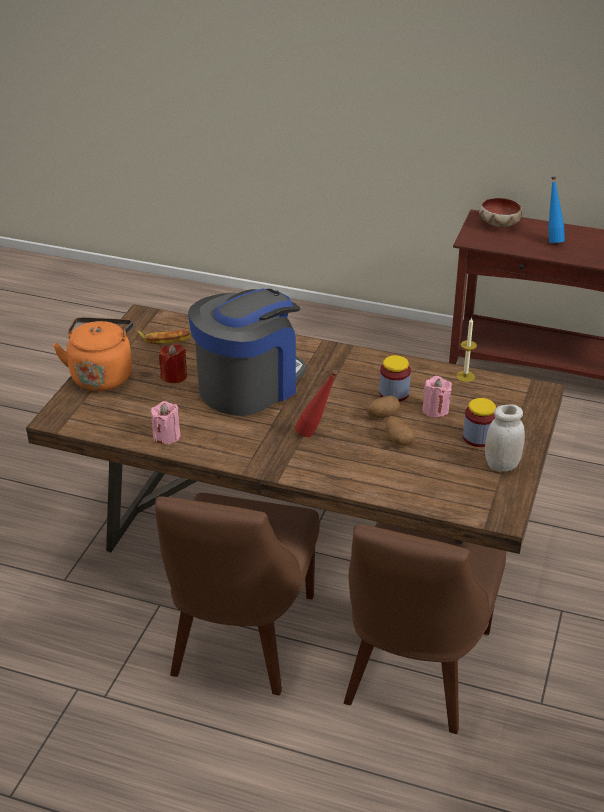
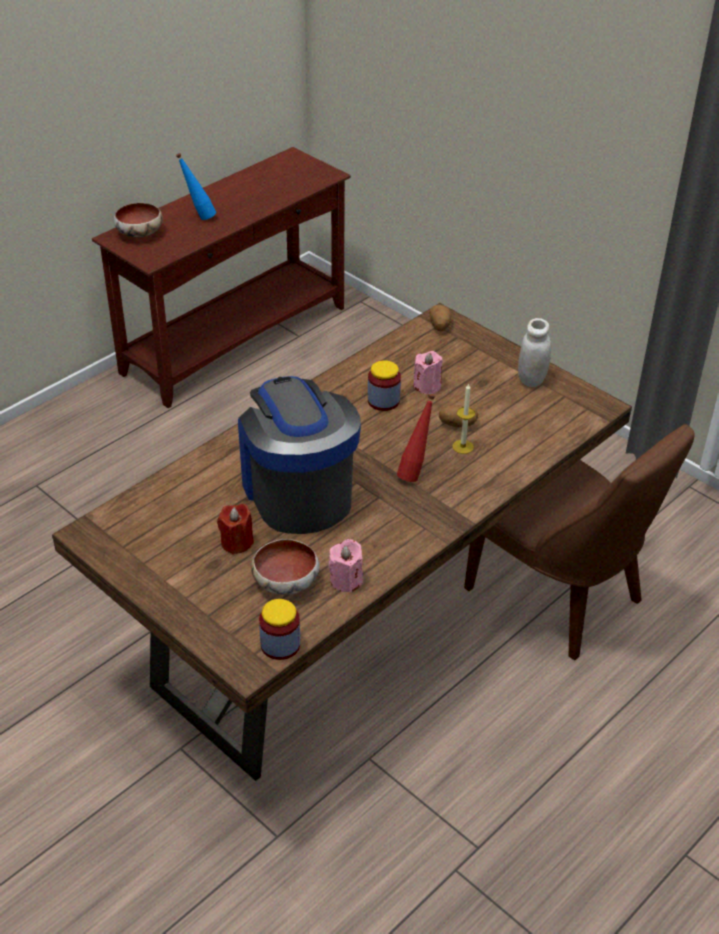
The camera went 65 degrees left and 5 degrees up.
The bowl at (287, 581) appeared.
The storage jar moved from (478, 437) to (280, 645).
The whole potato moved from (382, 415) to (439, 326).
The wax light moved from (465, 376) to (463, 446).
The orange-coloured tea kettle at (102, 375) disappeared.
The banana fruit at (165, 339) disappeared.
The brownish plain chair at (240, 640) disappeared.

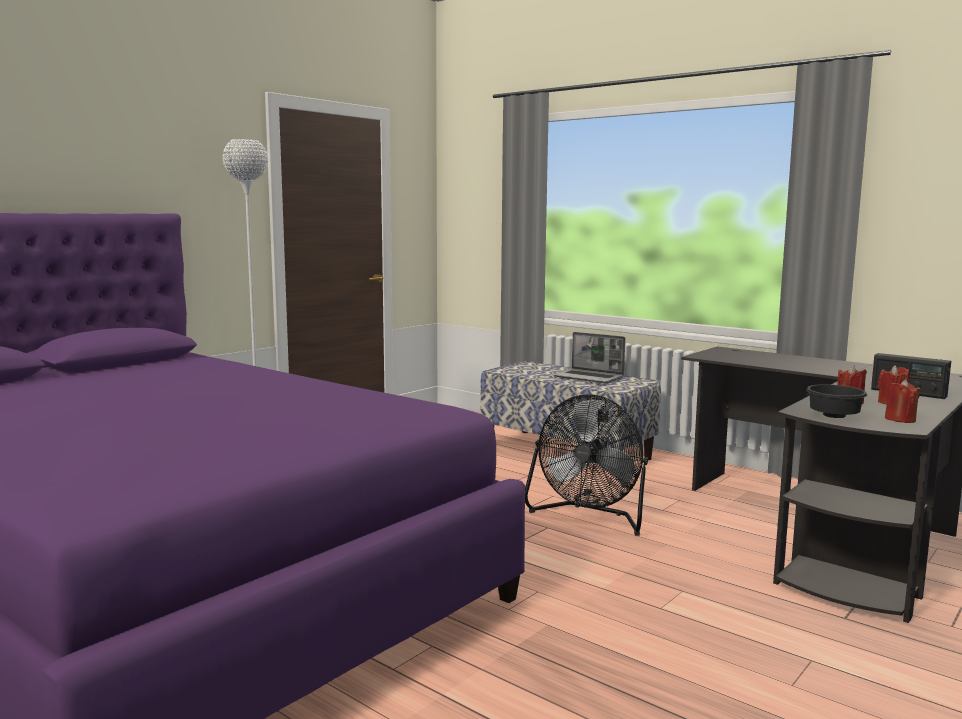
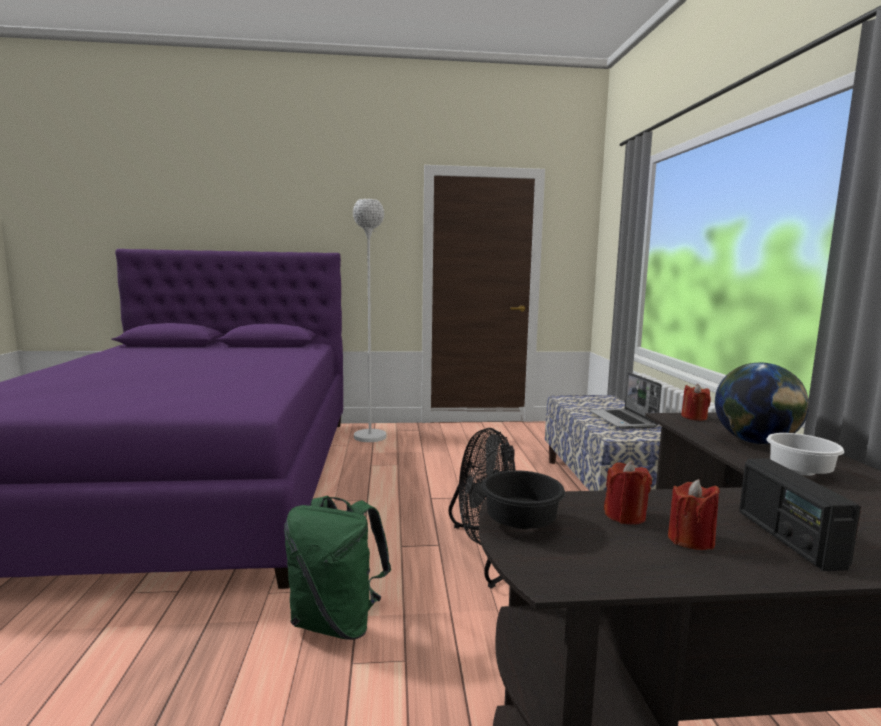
The camera went 45 degrees right and 0 degrees up.
The green-coloured knapsack at (337, 622) appeared.
The reddish wax light moved from (900, 419) to (694, 417).
The world globe at (755, 442) appeared.
The whitish bowl at (797, 472) appeared.

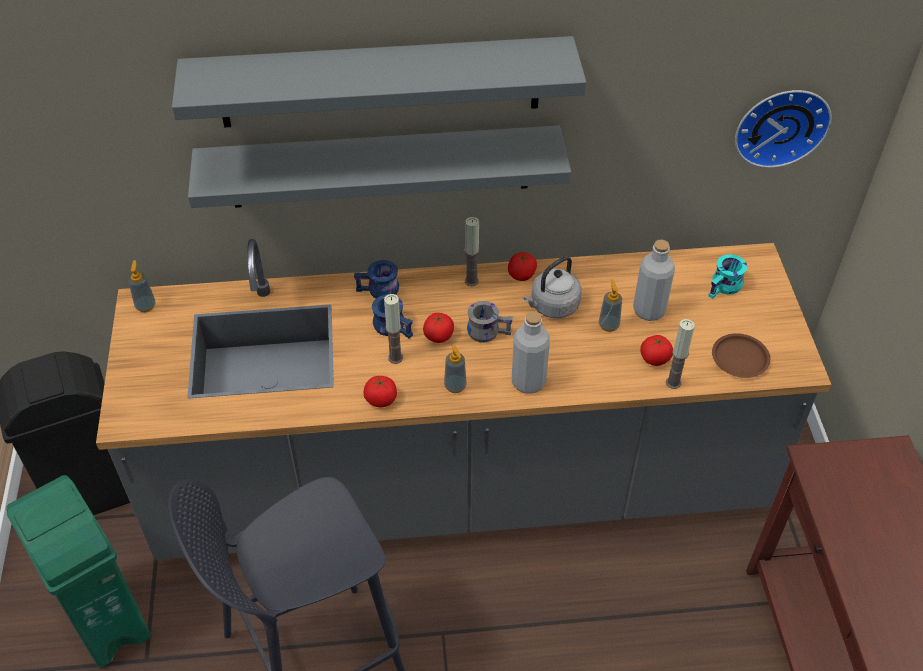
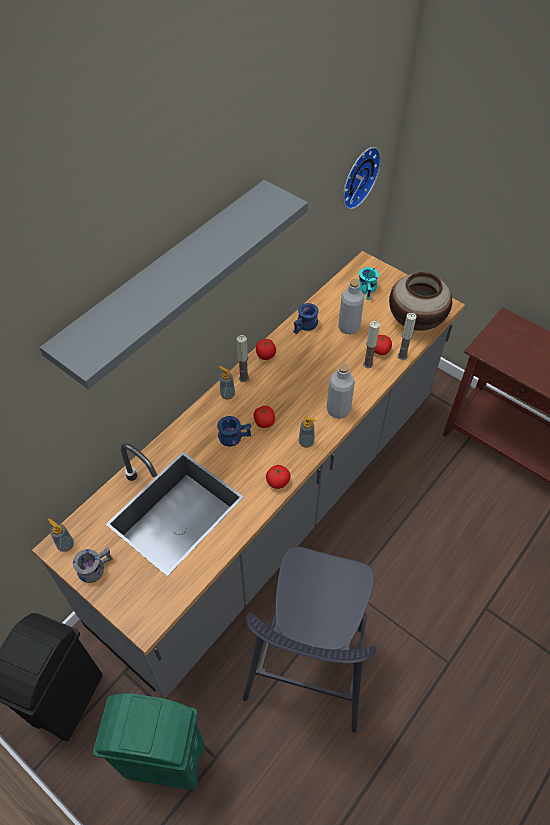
The camera went 45 degrees left and 5 degrees up.
The gray tea mug moved from (488, 330) to (94, 567).
The soap bottle moved from (608, 325) to (227, 394).
The blue tea mug moved from (378, 291) to (306, 326).
The wax light moved from (395, 357) to (368, 364).
The brownish dinner plate at (739, 358) was replaced by the flower vase at (415, 321).
The gray bracket shelf at (380, 167) disappeared.
The gray tea kettle at (552, 306) disappeared.

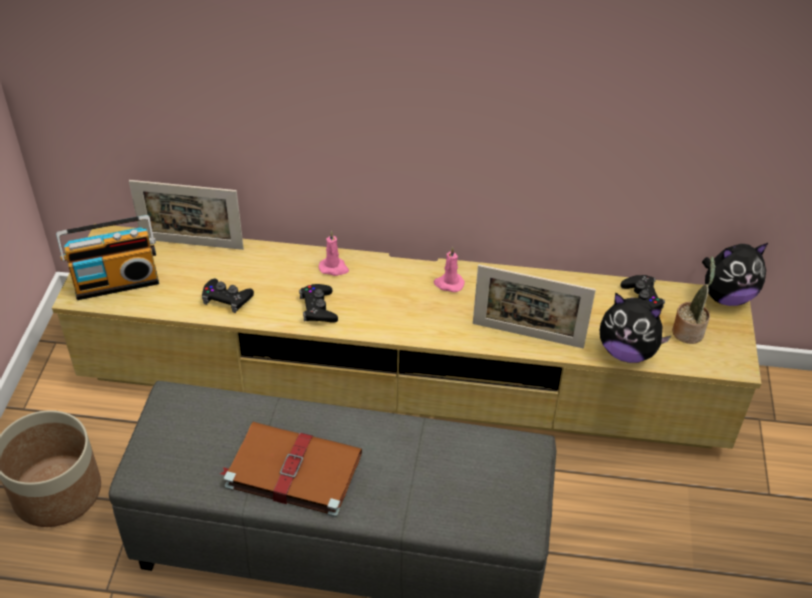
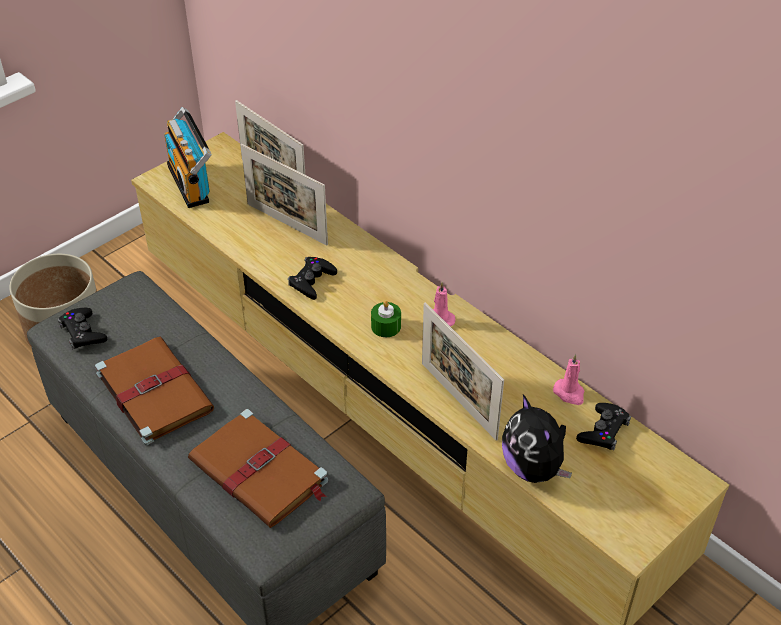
The camera went 40 degrees right and 0 degrees up.
The blackish game controller moved from (227, 299) to (83, 333).
The radio set at (116, 281) turned 45 degrees clockwise.
The brownish volume at (260, 472) appeared.
The photo frame at (287, 224) appeared.
The green-coloured wax light at (386, 326) appeared.
The pink wax light moved from (334, 268) to (569, 393).
The plant in a pot at (688, 330) disappeared.
The cuddly toy at (726, 296) disappeared.

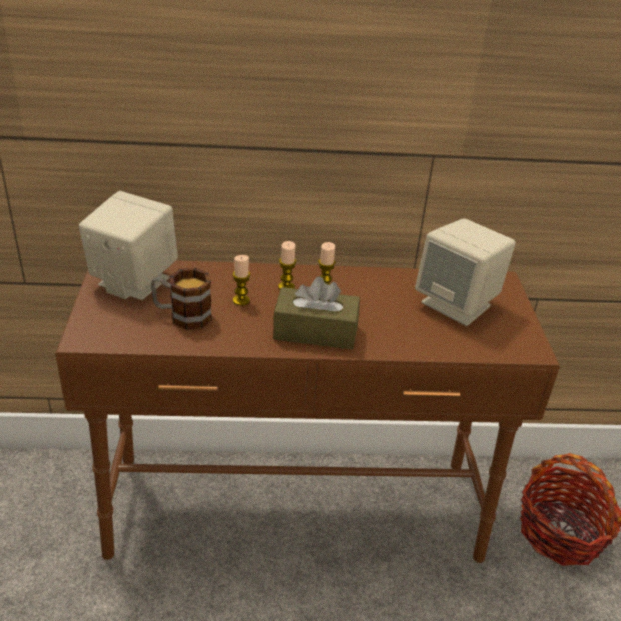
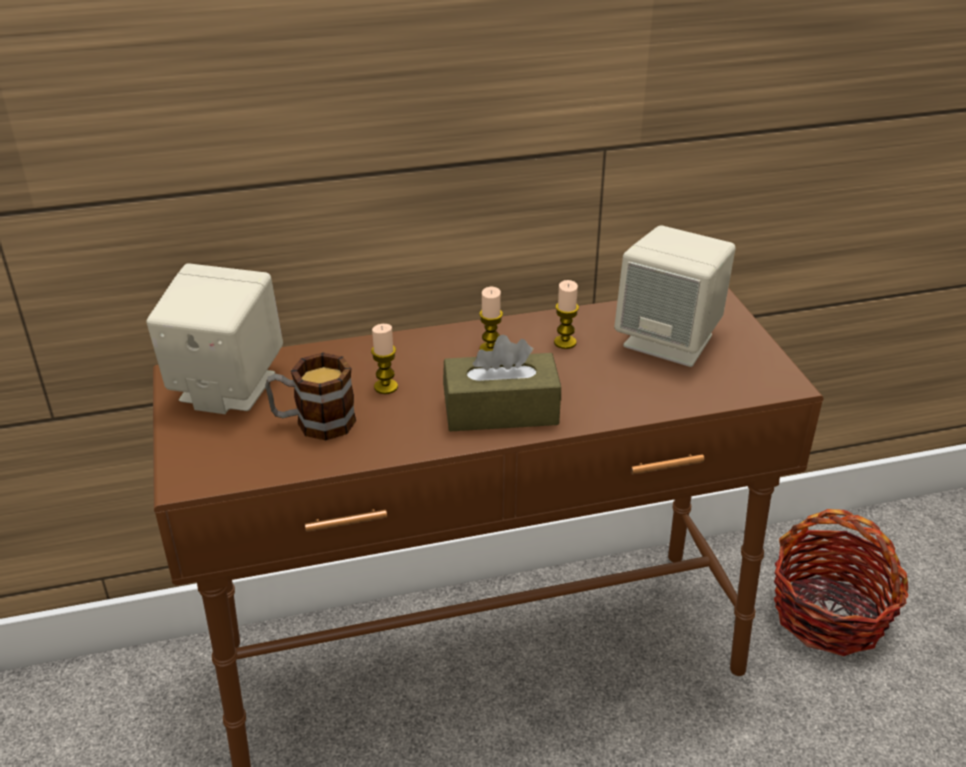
The camera went 10 degrees left and 0 degrees up.
The wax light moved from (286, 287) to (565, 342).

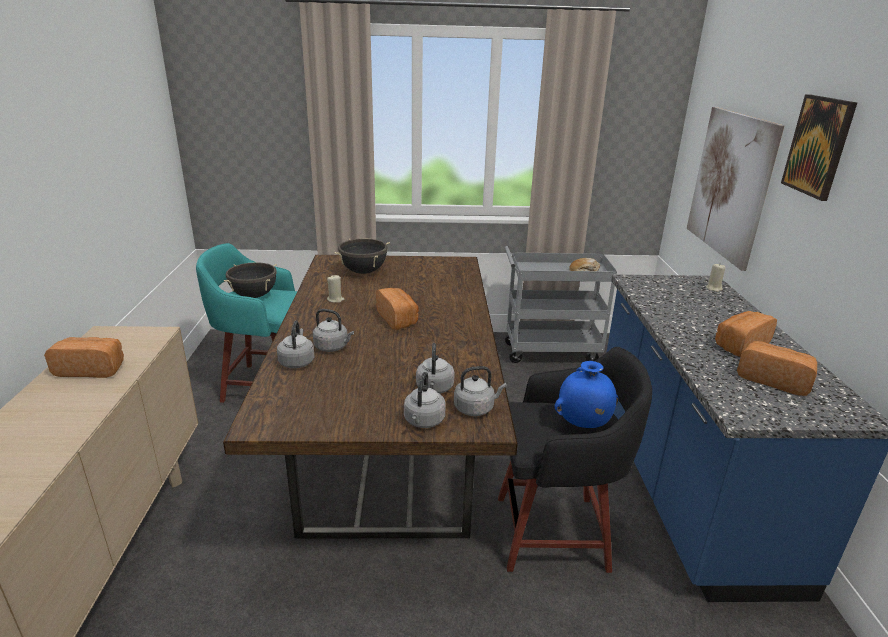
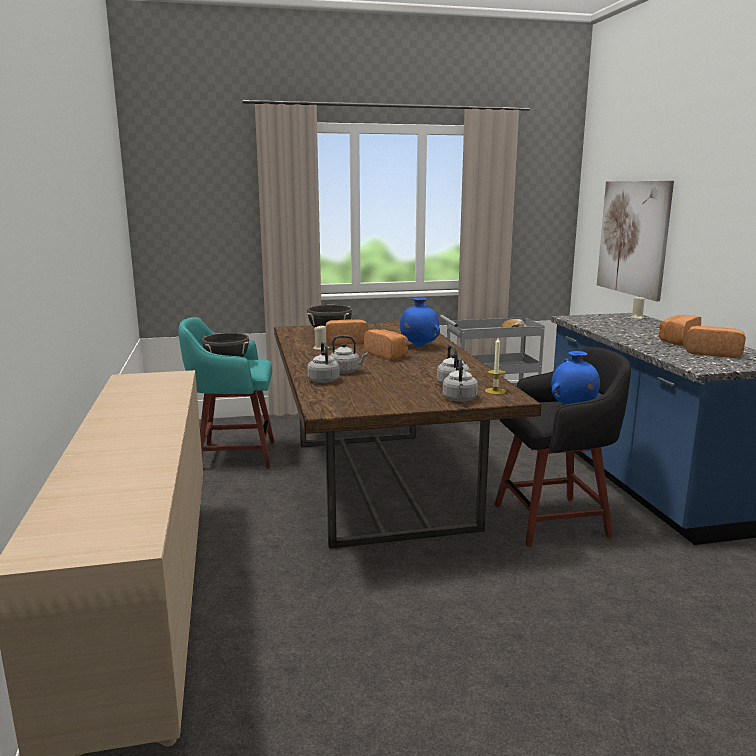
The camera went 10 degrees left and 10 degrees down.
The baked bread moved from (92, 369) to (345, 341).
The blue flower vase at (418, 346) appeared.
The gray tea kettle at (476, 408) was replaced by the wax light at (495, 391).
The wall art at (818, 146) disappeared.

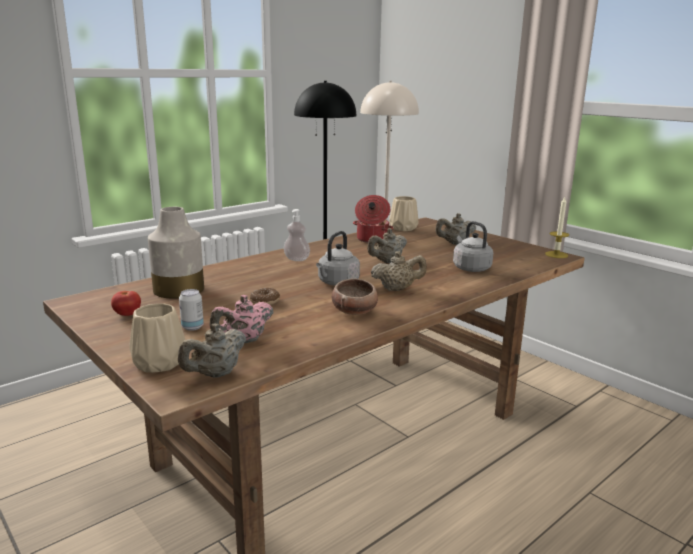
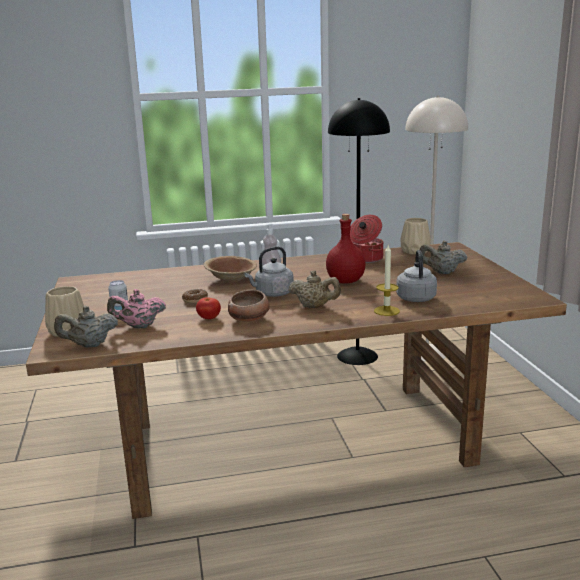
The camera went 30 degrees right and 0 degrees up.
The whole tomato moved from (127, 314) to (209, 318).
The brownish bowl at (231, 279) appeared.
The beige pot for tea at (387, 262) was replaced by the reddish beverage bottle at (345, 281).
The wax light moved from (556, 254) to (386, 311).
The beige flower vase at (178, 289) disappeared.

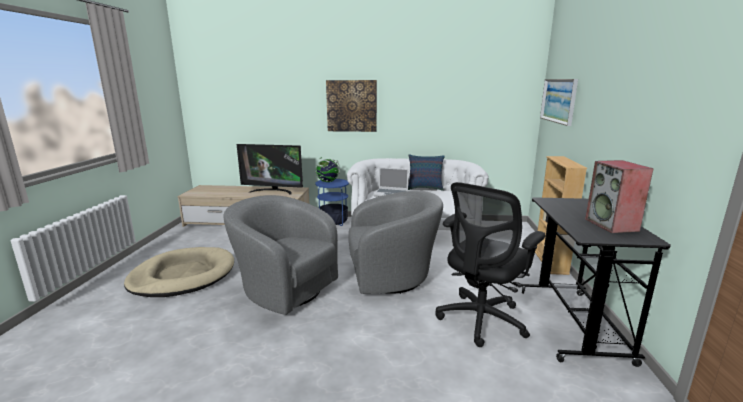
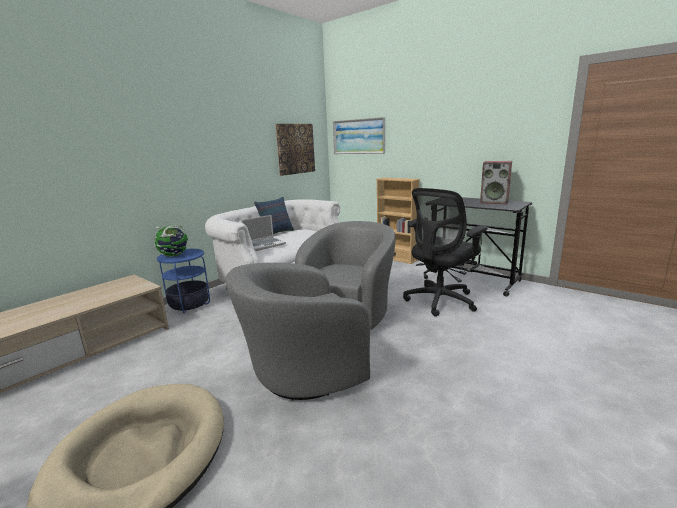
The camera went 55 degrees left and 0 degrees up.
The wall art moved from (351, 106) to (295, 149).
The blackish desk chair at (483, 316) turned 60 degrees clockwise.
The TV at (273, 191) disappeared.

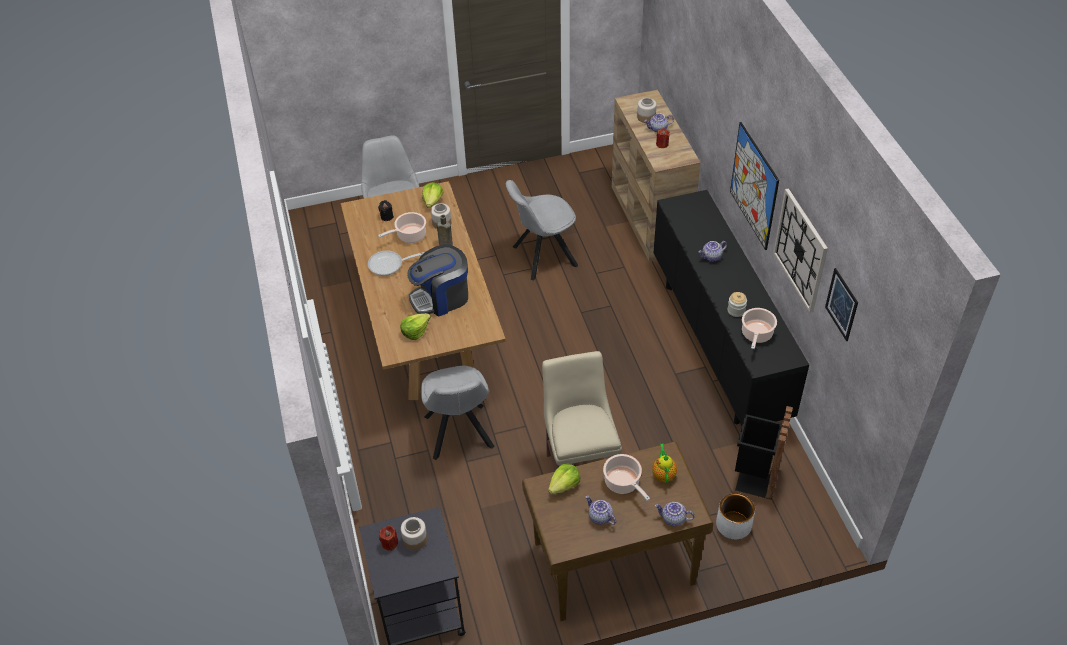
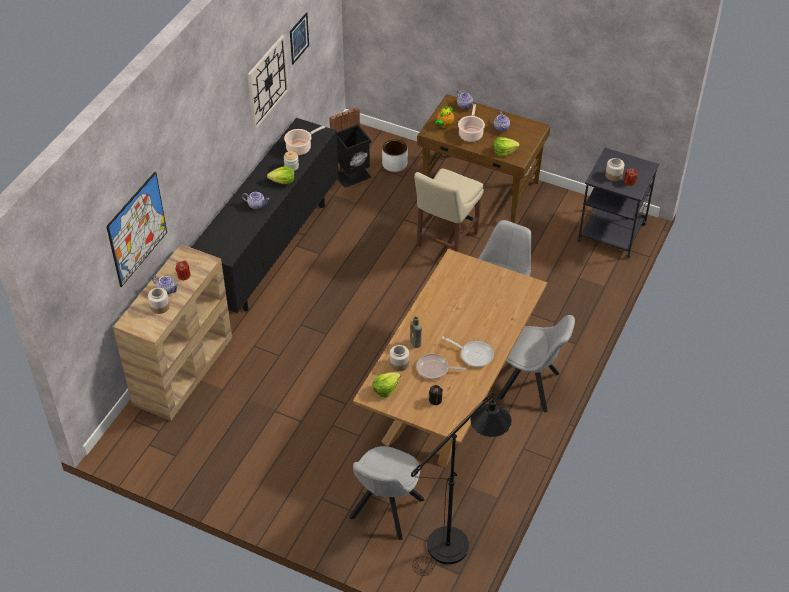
The camera went 140 degrees left and 0 degrees up.
The wall art moved from (754, 186) to (137, 229).
The head of lettuce moved from (415, 331) to (283, 181).
The blackish standing lamp at (457, 539) appeared.
The saucepot at (409, 236) was replaced by the skillet at (434, 369).
The gray plain chair moved from (542, 257) to (531, 386).
The coffee brewer at (441, 297) disappeared.

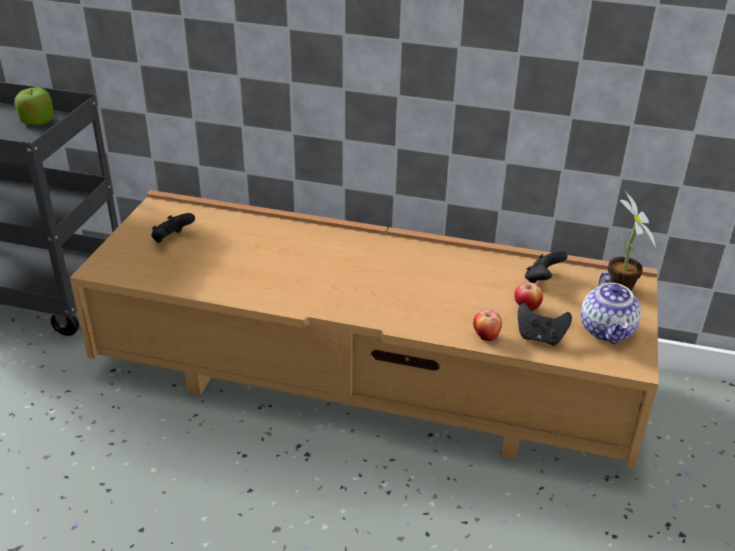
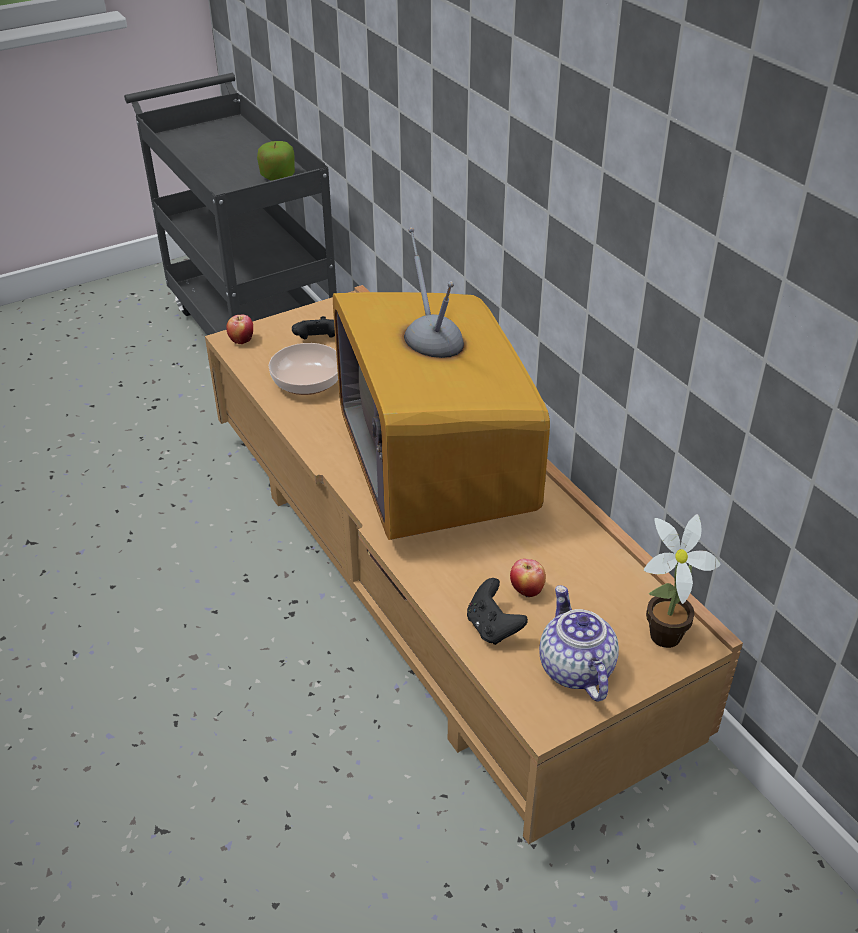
The camera went 45 degrees right and 5 degrees up.
The apple moved from (485, 337) to (241, 341).
The bowl at (308, 382) appeared.
The TV at (435, 472) appeared.
The pot for tea at (607, 330) turned 120 degrees clockwise.
The blackish game controller at (542, 279) disappeared.

